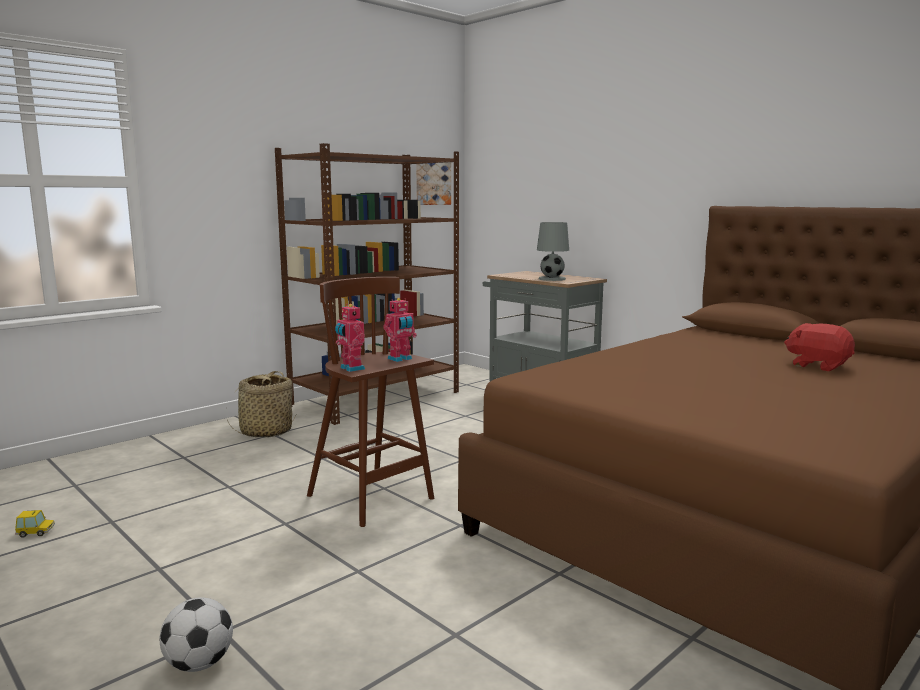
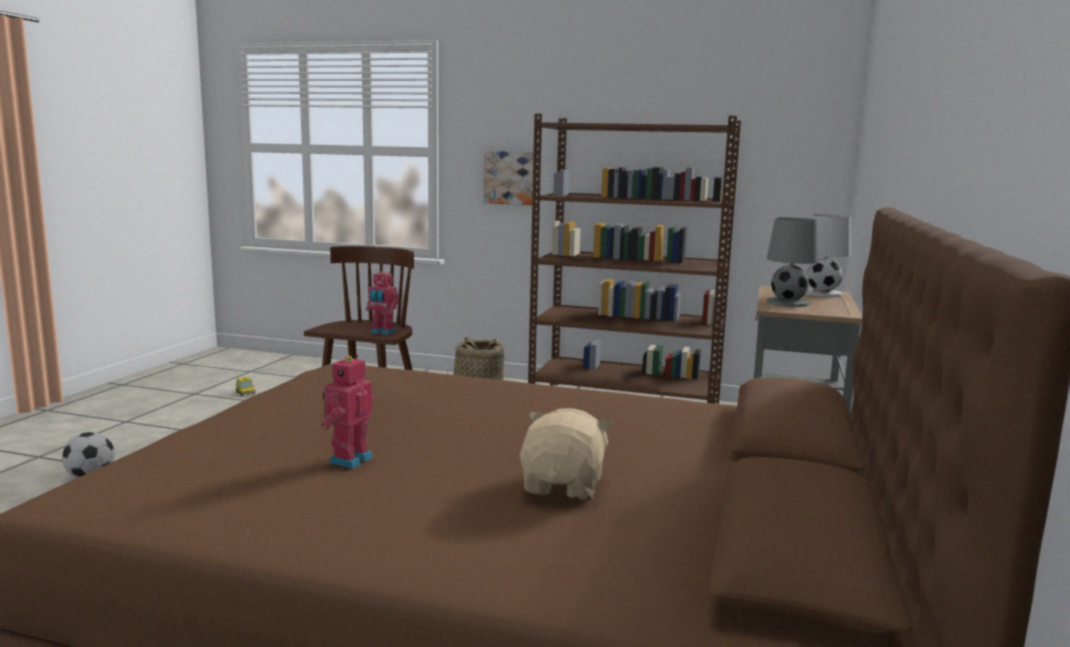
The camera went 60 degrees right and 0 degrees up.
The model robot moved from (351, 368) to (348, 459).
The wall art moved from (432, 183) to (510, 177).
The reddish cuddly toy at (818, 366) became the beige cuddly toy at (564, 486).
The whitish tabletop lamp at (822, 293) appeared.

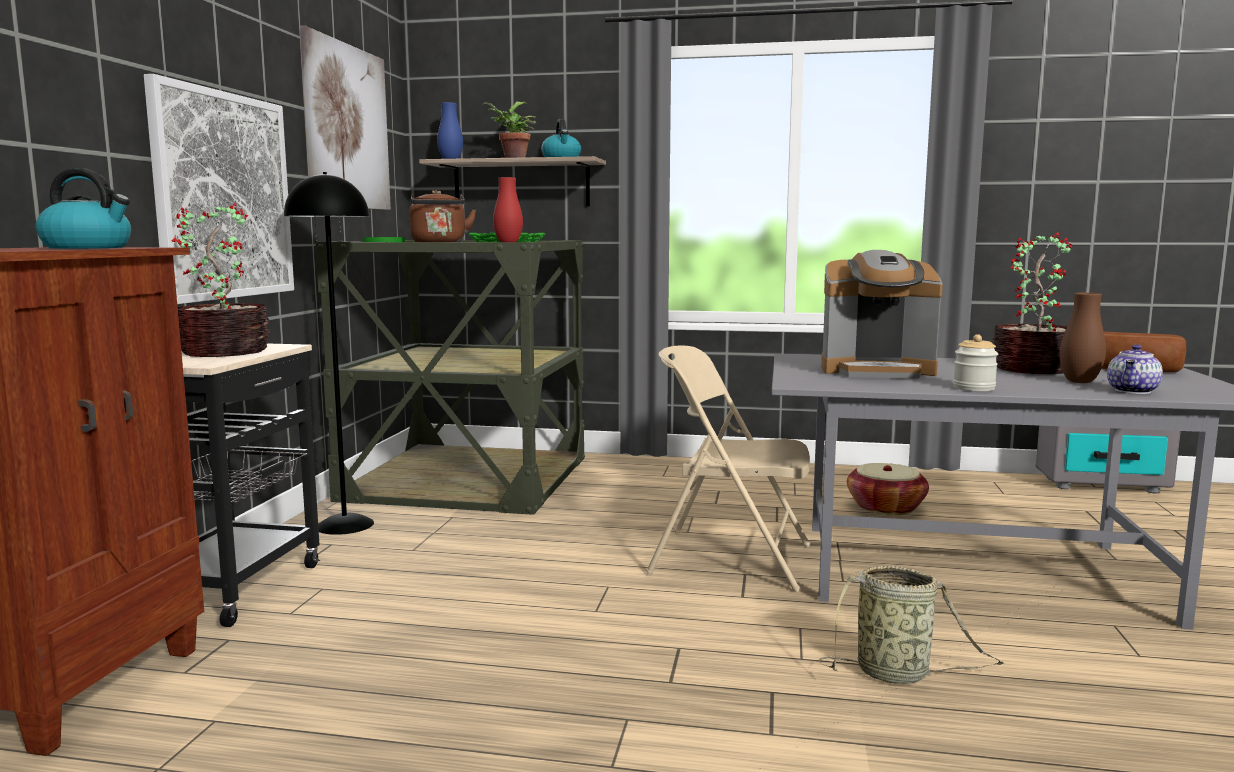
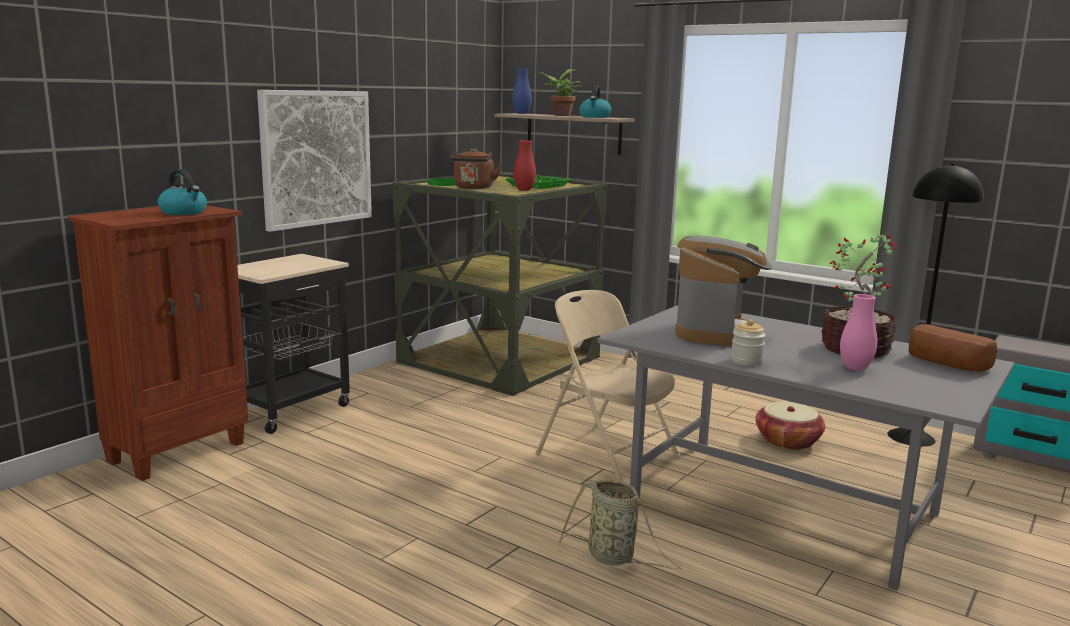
The camera went 25 degrees right and 5 degrees up.
The coffee brewer at (877, 371) turned 105 degrees counterclockwise.
The brownish flower vase at (1079, 382) became the pink flower vase at (855, 368).
The blackish standing lamp moved from (344, 524) to (911, 437).
The plant in a pot at (225, 351) disappeared.
The wall art at (347, 127) disappeared.
The pot for tea at (1133, 391) disappeared.

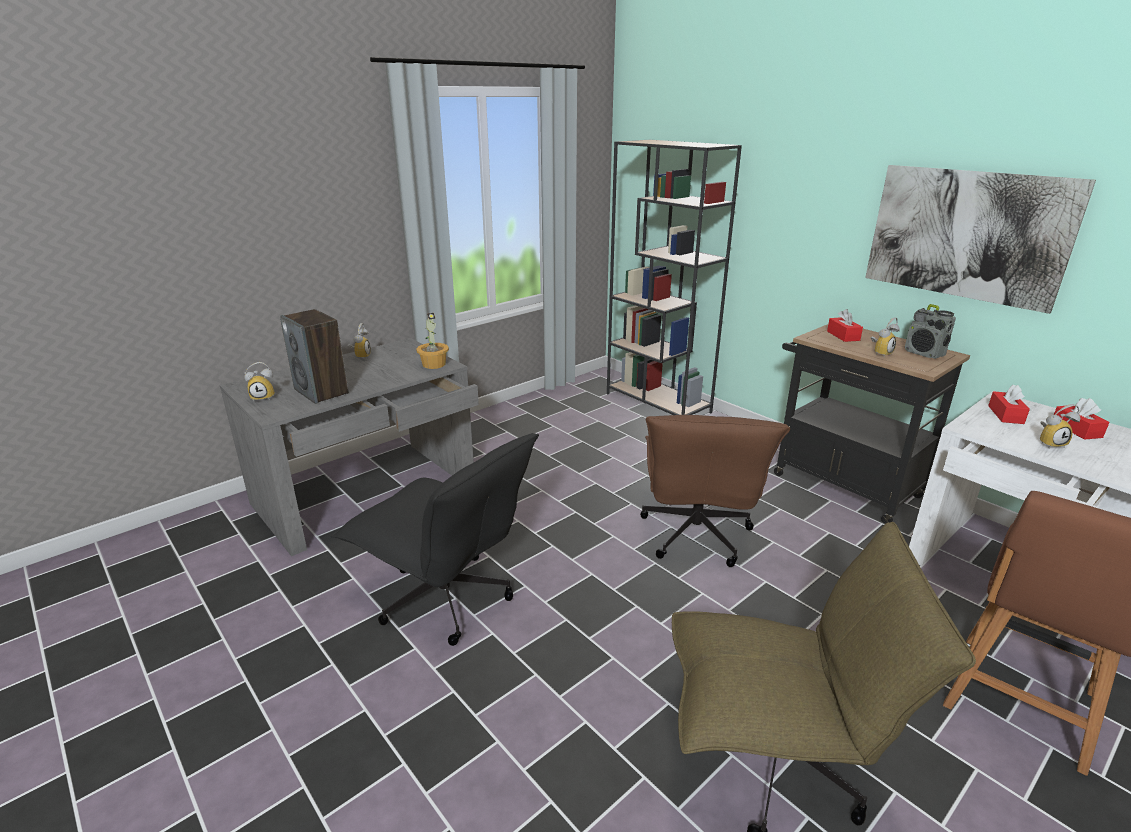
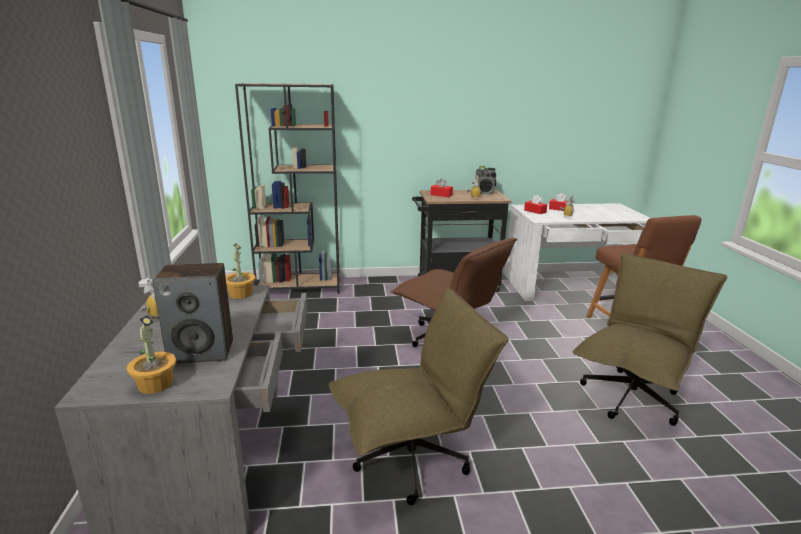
The camera went 55 degrees left and 5 degrees down.
The bedside clock at (264, 397) was replaced by the plant in a pot at (155, 384).
The blackish desk chair at (444, 597) became the beige desk chair at (409, 459).
The wall art at (966, 235) disappeared.

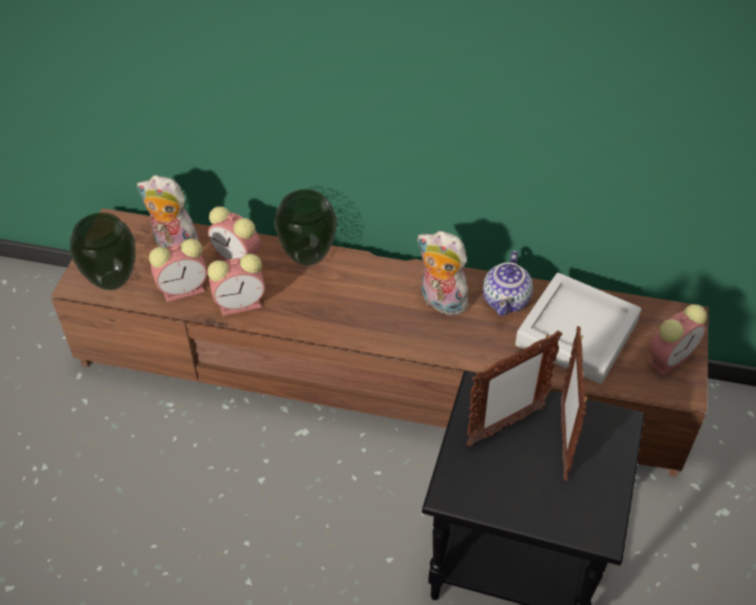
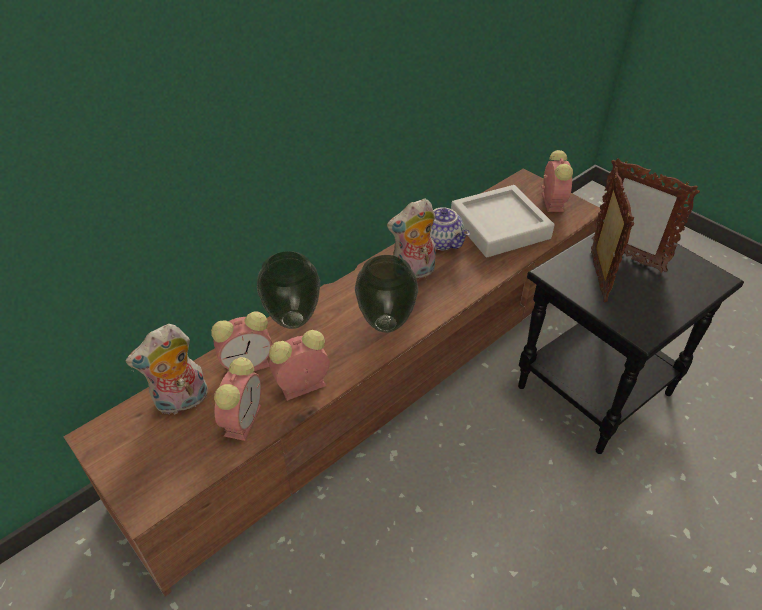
The camera went 55 degrees left and 5 degrees down.
The bedside clock at (241, 303) turned 135 degrees counterclockwise.
The flower vase moved from (113, 280) to (385, 323).

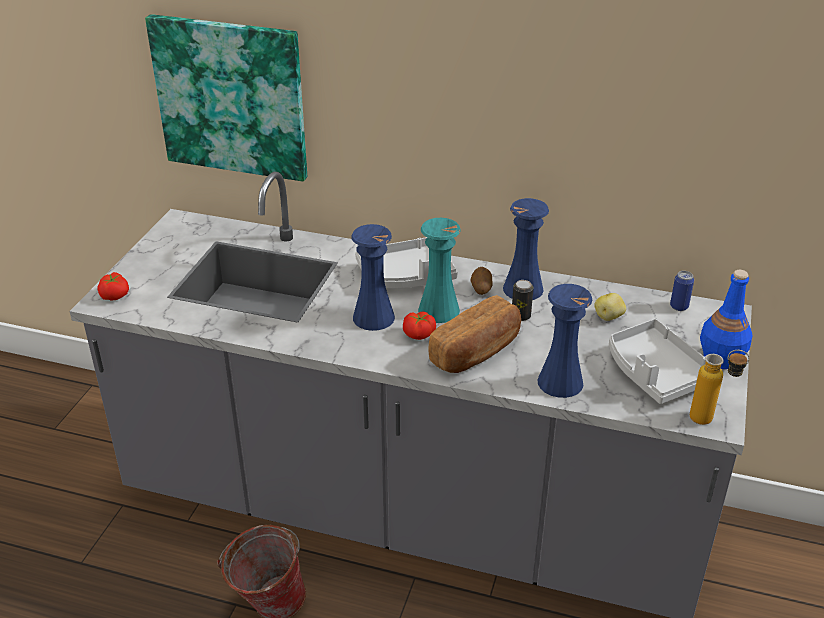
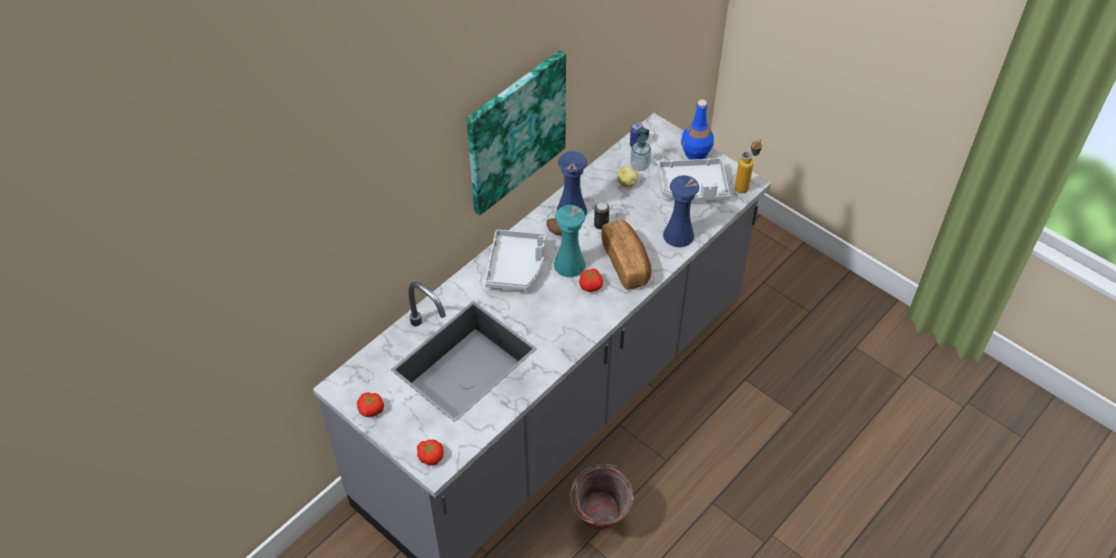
The camera went 65 degrees left and 15 degrees up.
The whole tomato at (371, 410) appeared.
The wall art moved from (231, 97) to (515, 131).
The soap bottle at (640, 165) appeared.
The blue flower vase at (373, 317) disappeared.

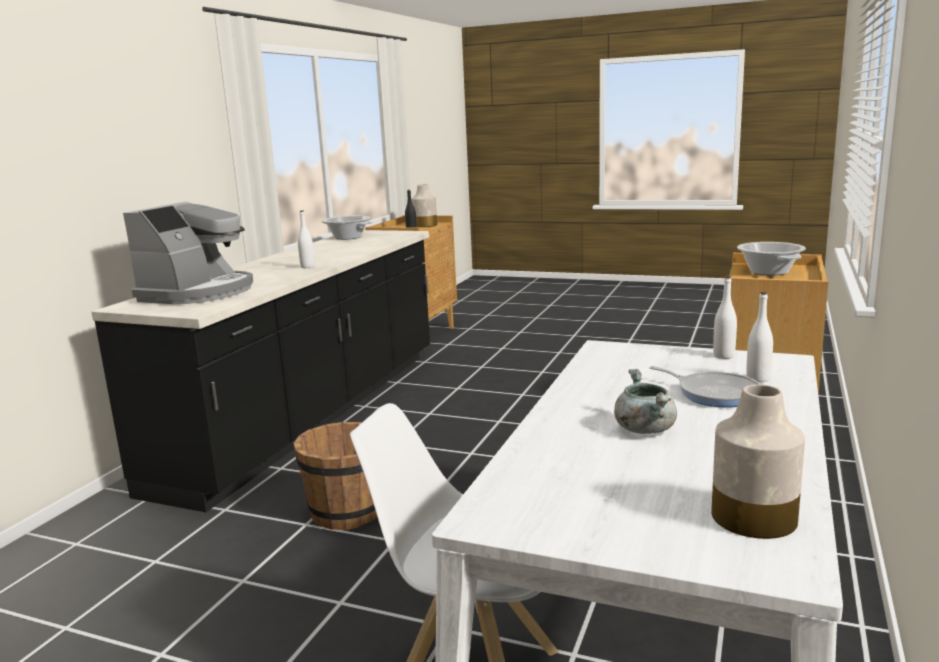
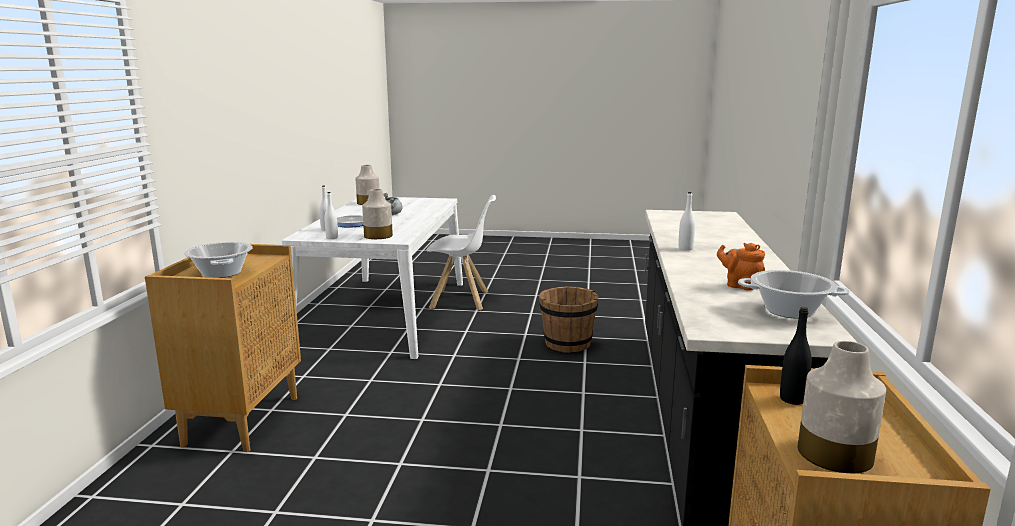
The camera went 165 degrees right and 0 degrees up.
The beige flower vase at (378, 235) appeared.
The orange-coloured pot for tea at (740, 285) appeared.
The coffee brewer at (198, 293) disappeared.

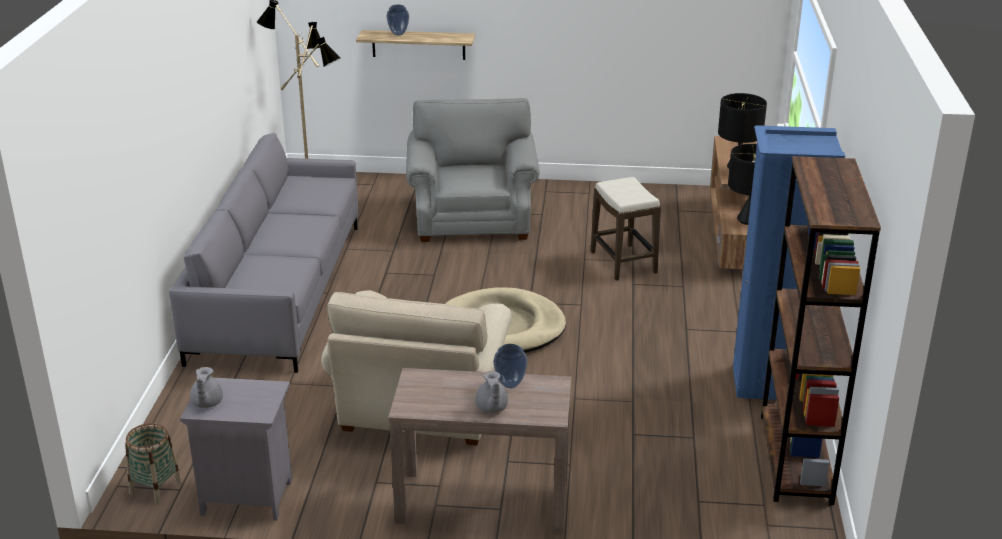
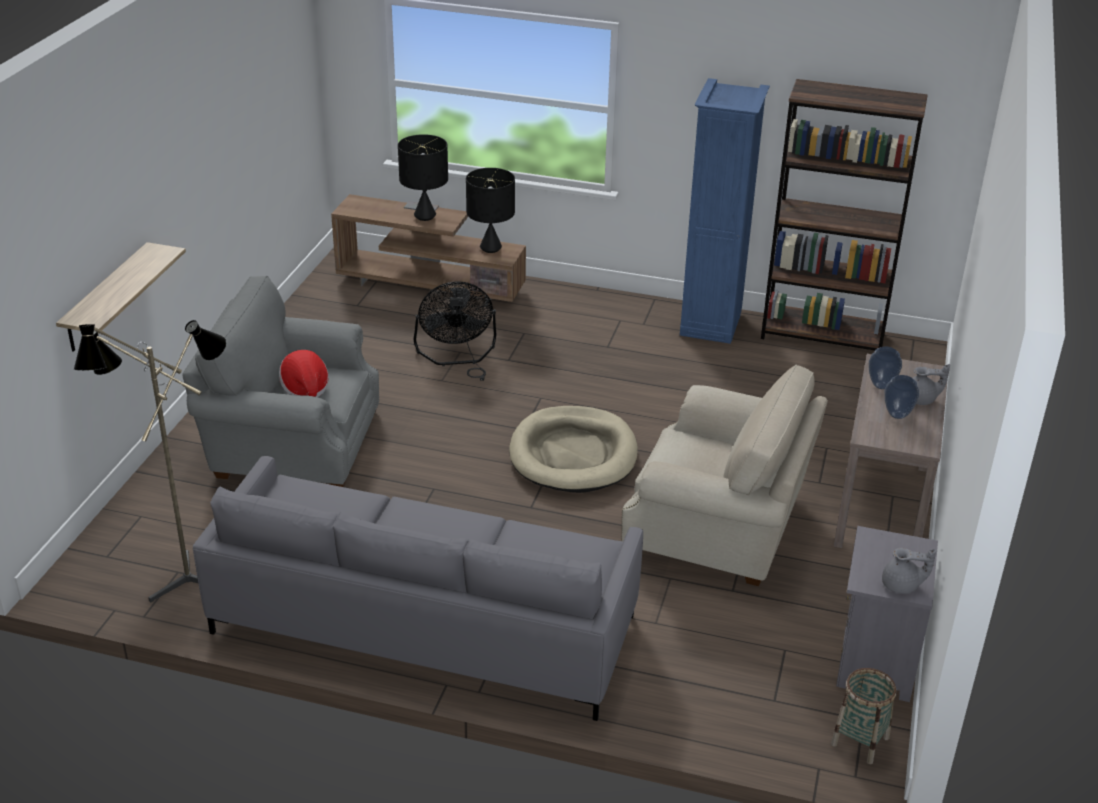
The camera went 80 degrees left and 5 degrees up.
The clothing hat at (305, 389) appeared.
The stool seat at (623, 262) was replaced by the blackish fan at (460, 358).
The flower vase moved from (398, 34) to (898, 415).

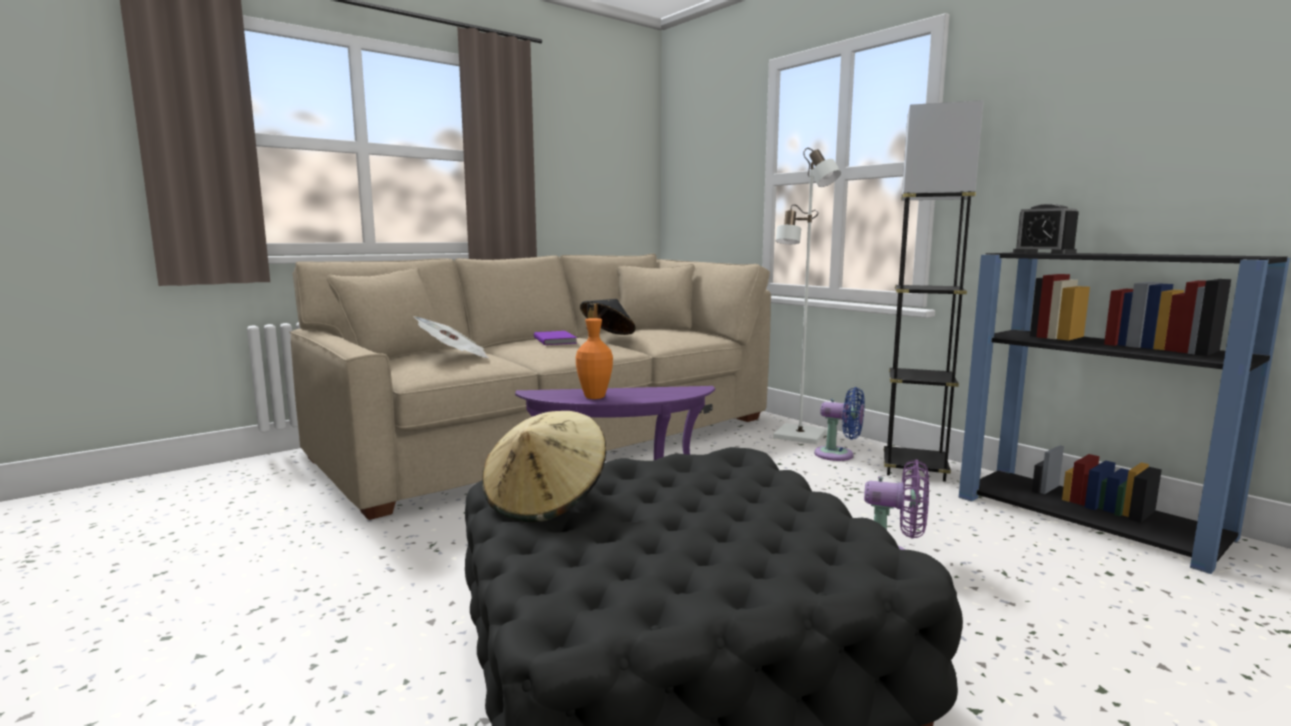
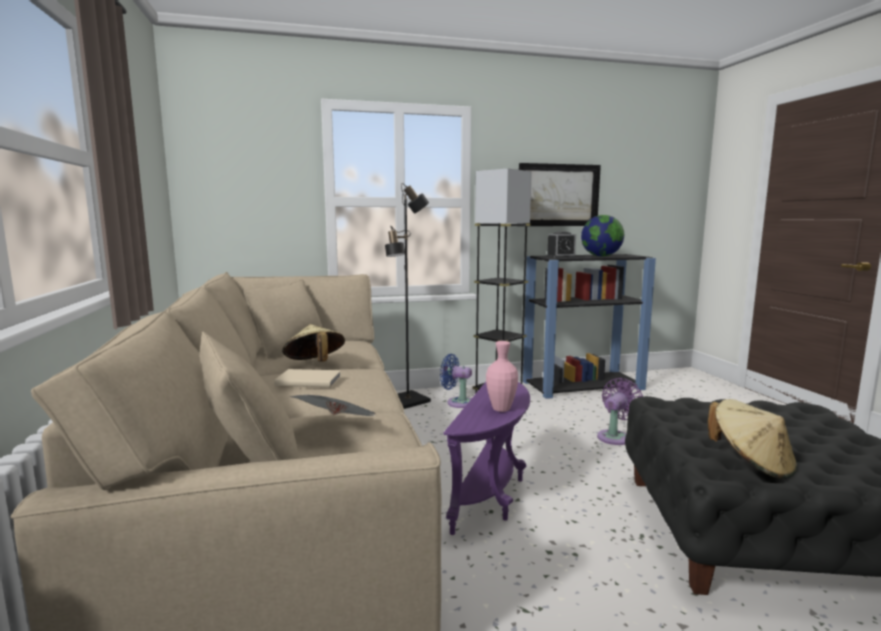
The camera went 65 degrees left and 0 degrees up.
The purplish volume at (556, 340) became the beige volume at (308, 380).
The blackish clothing hat at (607, 337) became the beige clothing hat at (315, 364).
The whitish standing lamp at (799, 435) became the blackish standing lamp at (407, 400).
The blue fan at (838, 455) turned 120 degrees counterclockwise.
The orange-coloured flower vase at (594, 397) became the pink flower vase at (501, 409).
The wall art at (558, 195) appeared.
The world globe at (601, 256) appeared.

